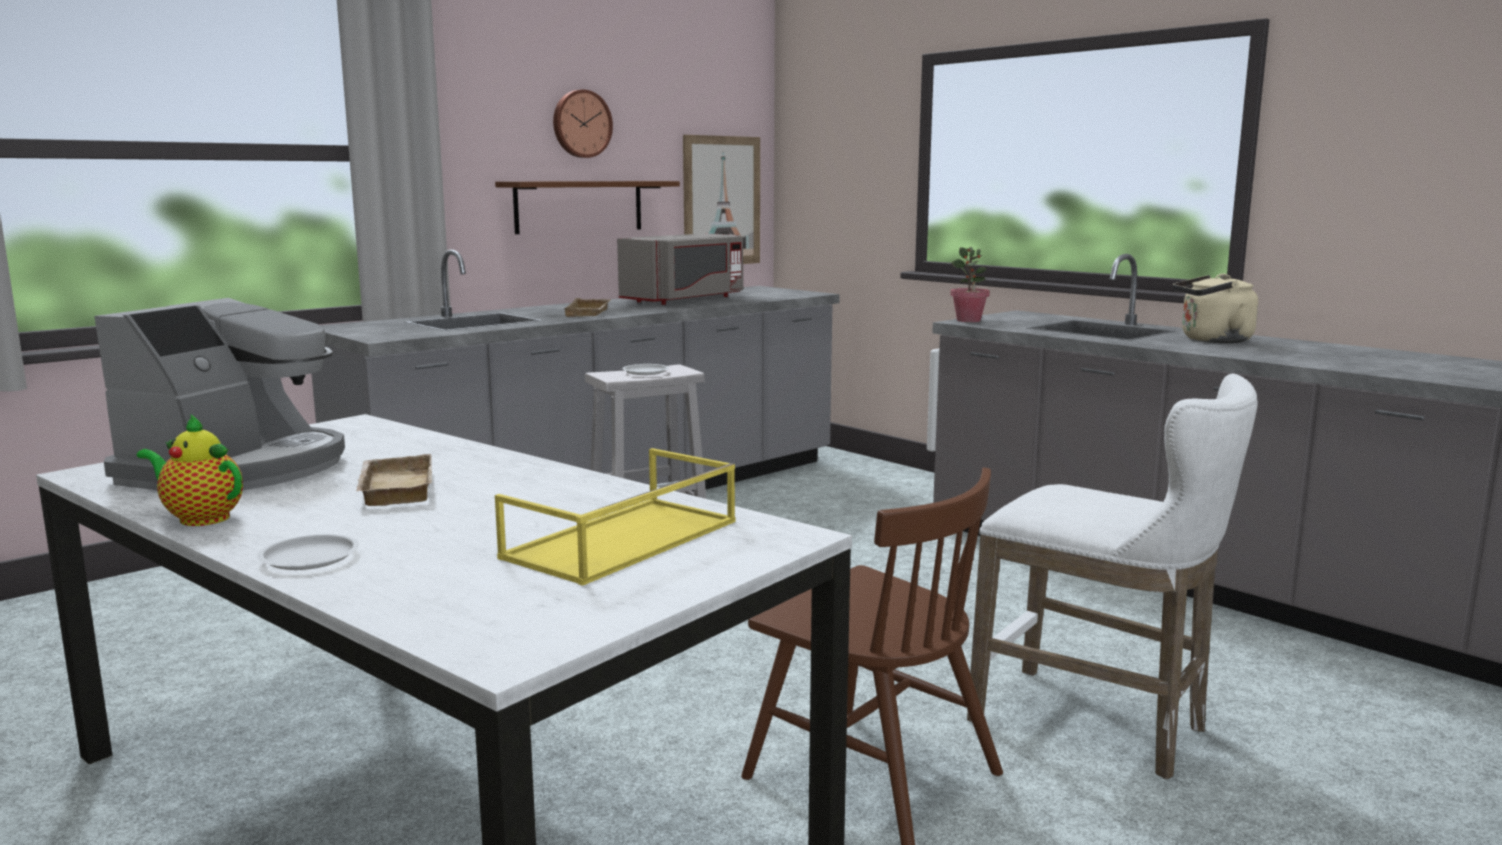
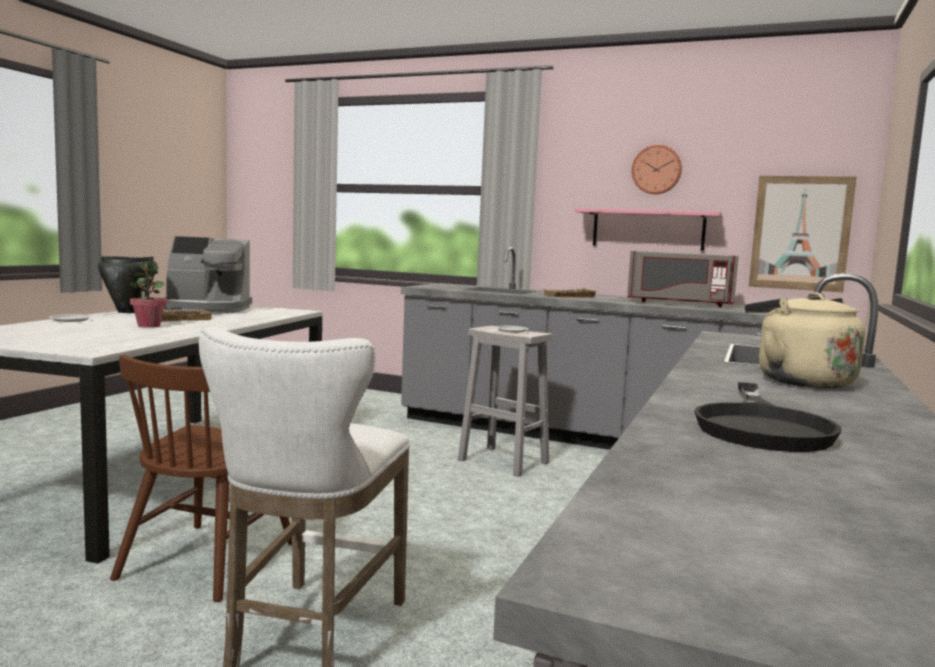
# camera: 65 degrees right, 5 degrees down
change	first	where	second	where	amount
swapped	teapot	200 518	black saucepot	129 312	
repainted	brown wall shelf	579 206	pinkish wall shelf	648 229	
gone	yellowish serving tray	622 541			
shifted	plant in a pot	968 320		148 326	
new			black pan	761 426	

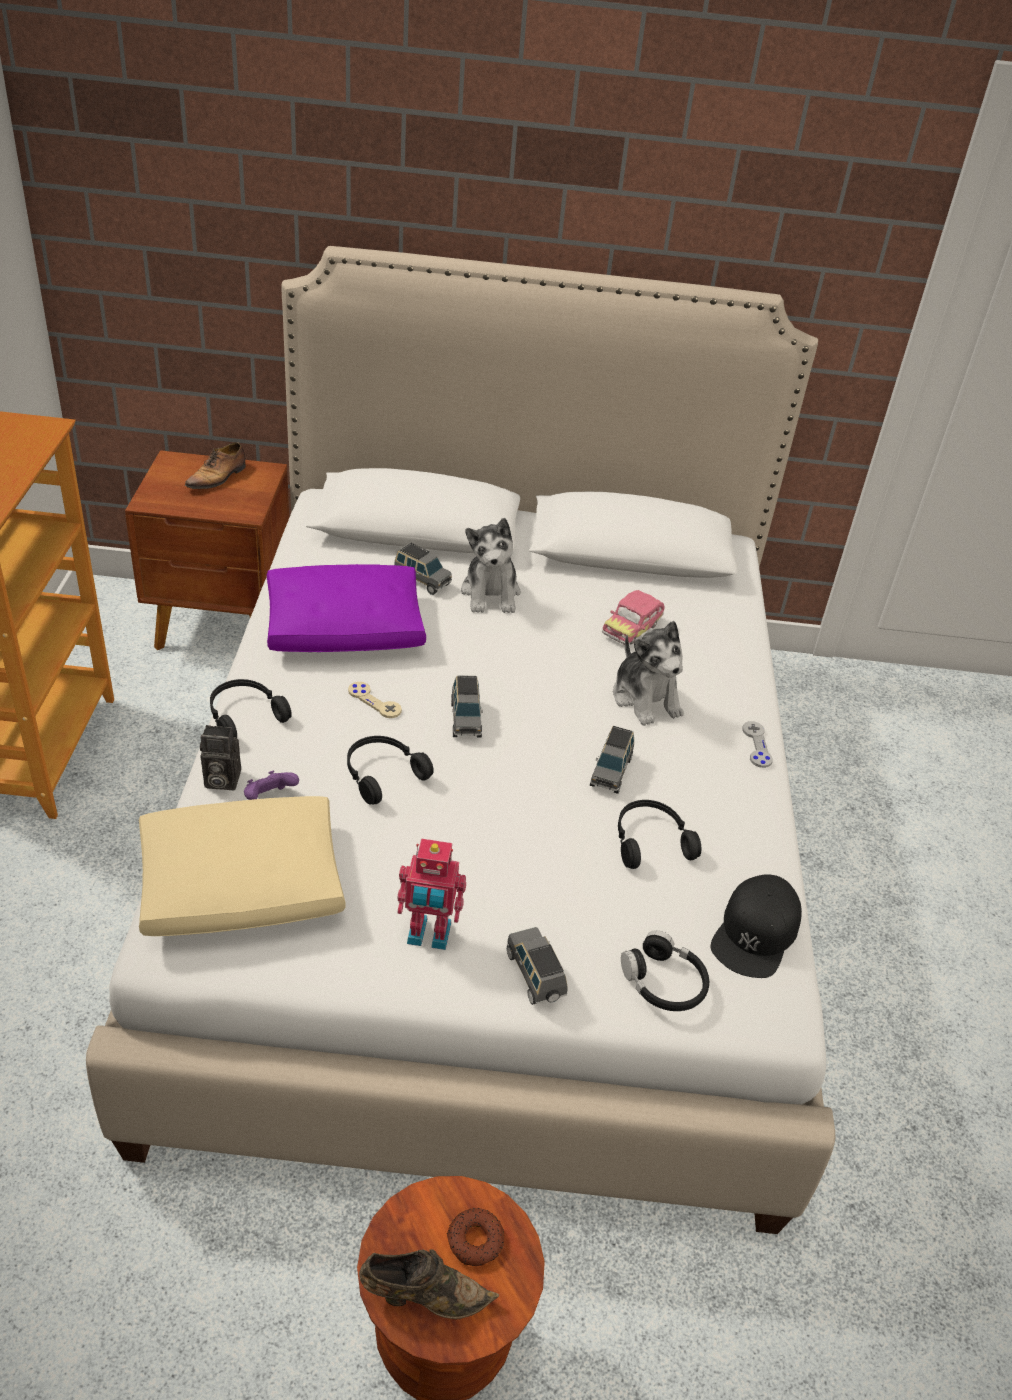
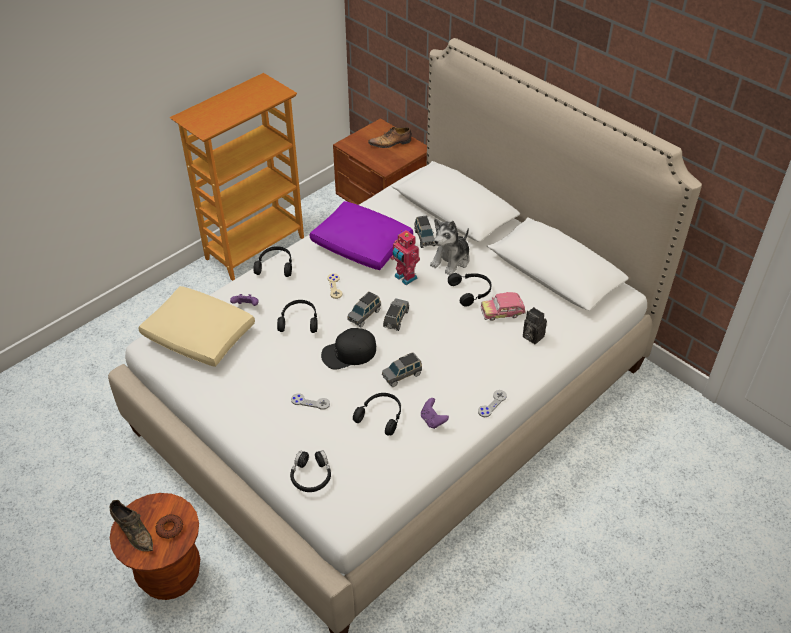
# camera: 45 degrees right, 5 degrees up
change	first	where	second	where	amount
shifted	photo camera	220 780		531 336	
shifted	toy robot	428 936		404 278	
shifted	greyish model car	535 976		396 319	
gone	cuddly toy	646 698			
shifted	black cap	755 933		349 353	
new			greyish gamepad	310 402	
new			purple gamepad	432 420	
new			black headset	471 291	

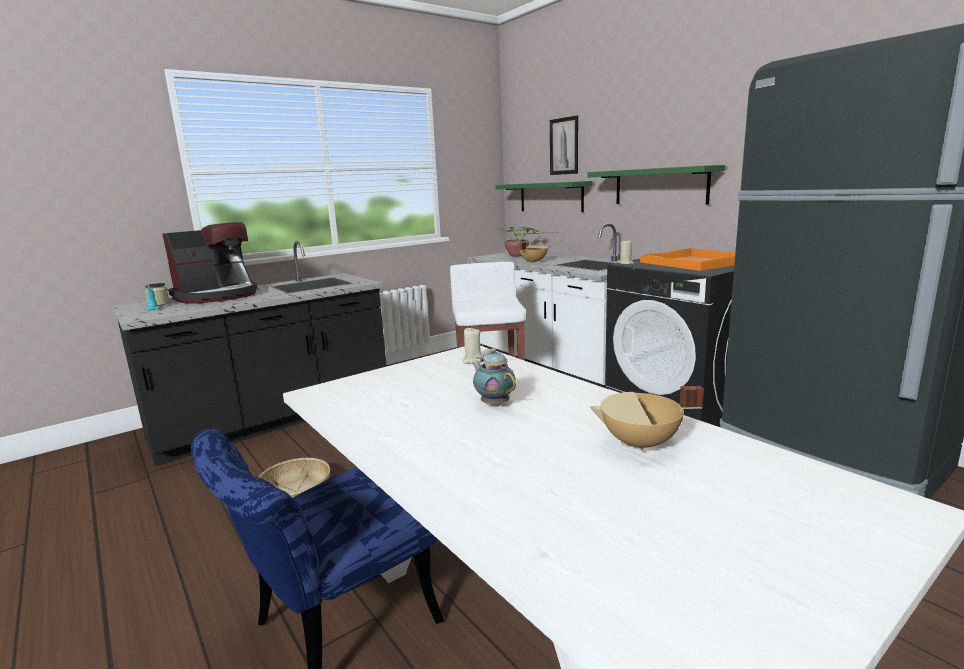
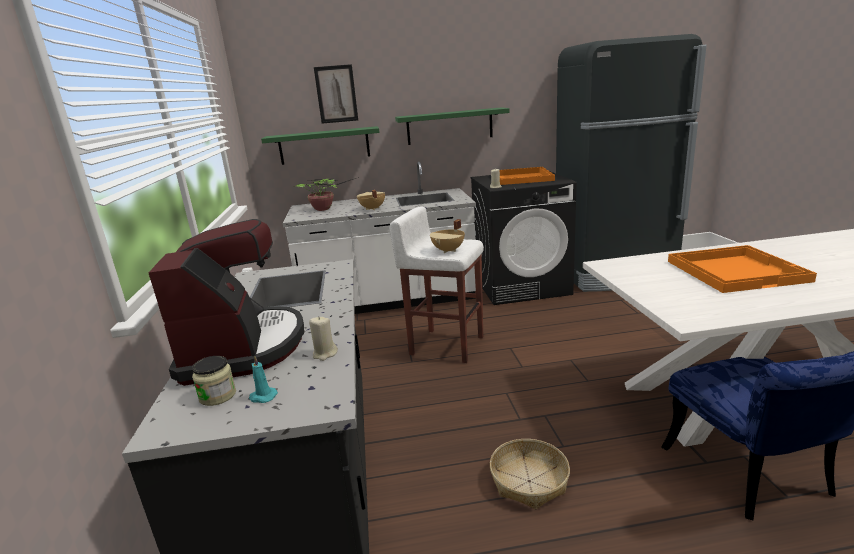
# camera: 60 degrees left, 5 degrees up
change	first	where	second	where	amount
shifted	beige wax candle	472 361		324 354	
swapped	teapot	494 404	orange serving tray	736 270	
shifted	beige saucepot	641 444		449 250	

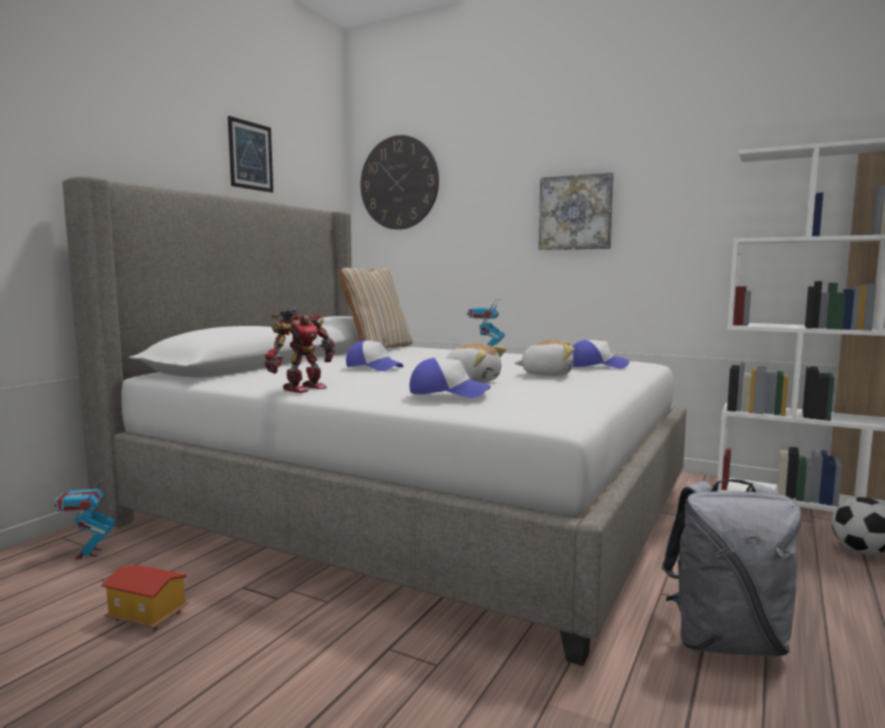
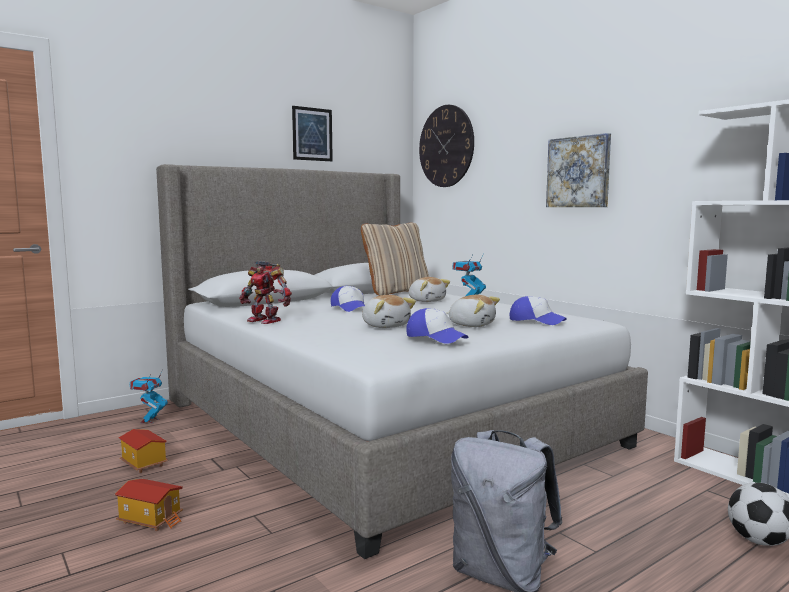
# camera: 25 degrees right, 0 degrees up
change	first	where	second	where	amount
rotated	toy robot	302 388		265 320	60 degrees clockwise
shifted	cap	448 393		436 337	
new			miniature house	151 520	
new			cuddly toy	427 301	

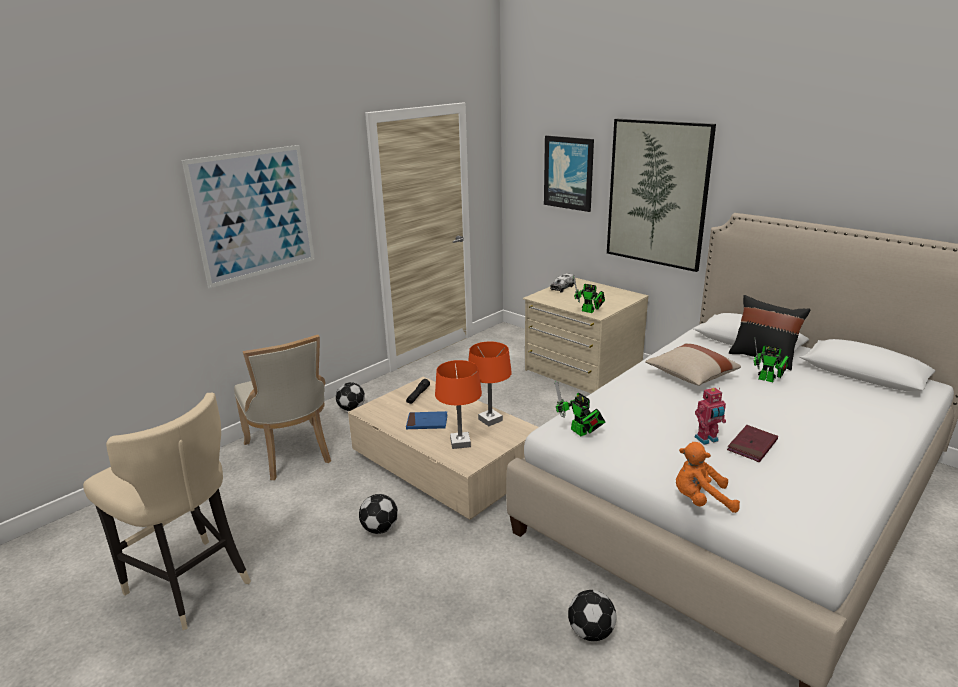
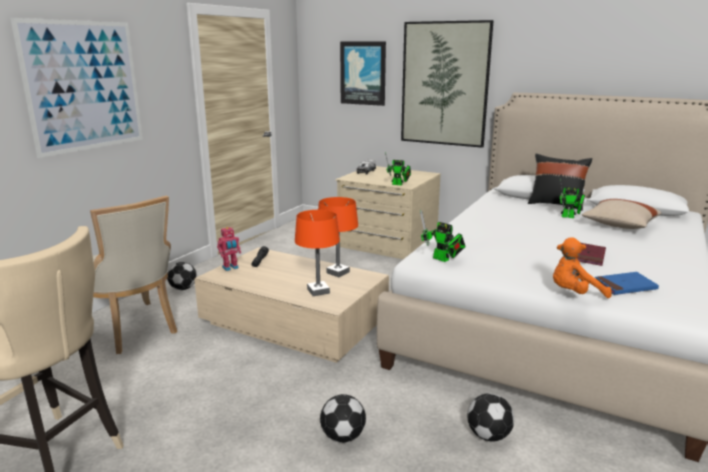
# camera: 15 degrees left, 5 degrees down
change	first	where	second	where	amount
shifted	football ball	379 528		342 436	
shifted	bluish volume	427 422		625 286	
shifted	beige pillow	690 376		619 226	
shifted	toy robot	707 439		230 268	

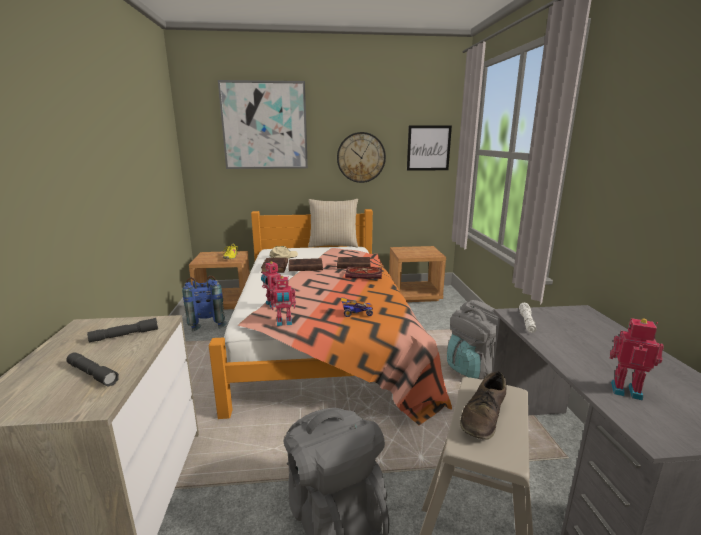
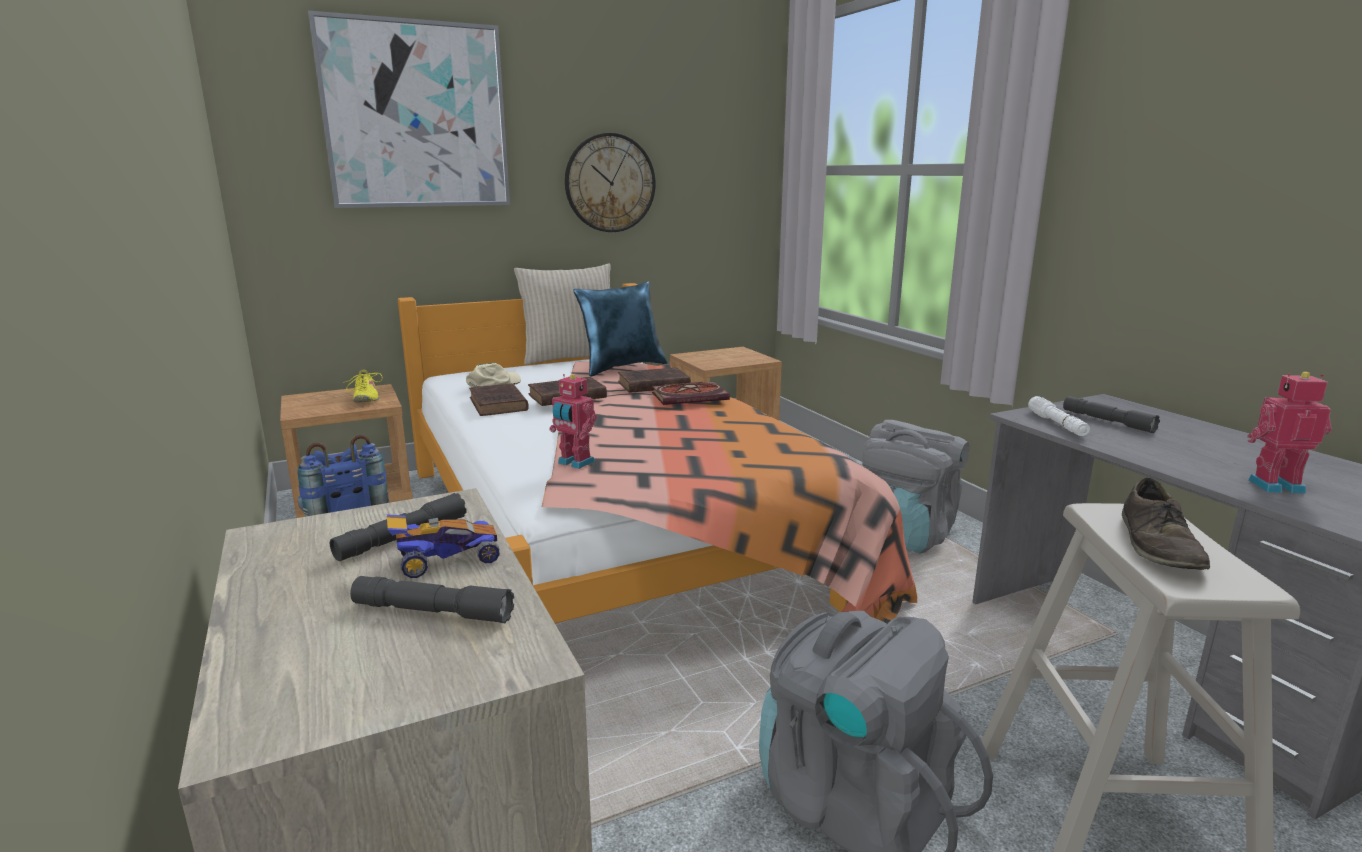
# camera: 20 degrees left, 0 degrees up
change	first	where	second	where	amount
gone	toy robot	284 323			
shifted	model car	356 313		446 560	
gone	picture	428 148			
new			bluish pillow	622 367	
new			greyish hand torch	1107 421	

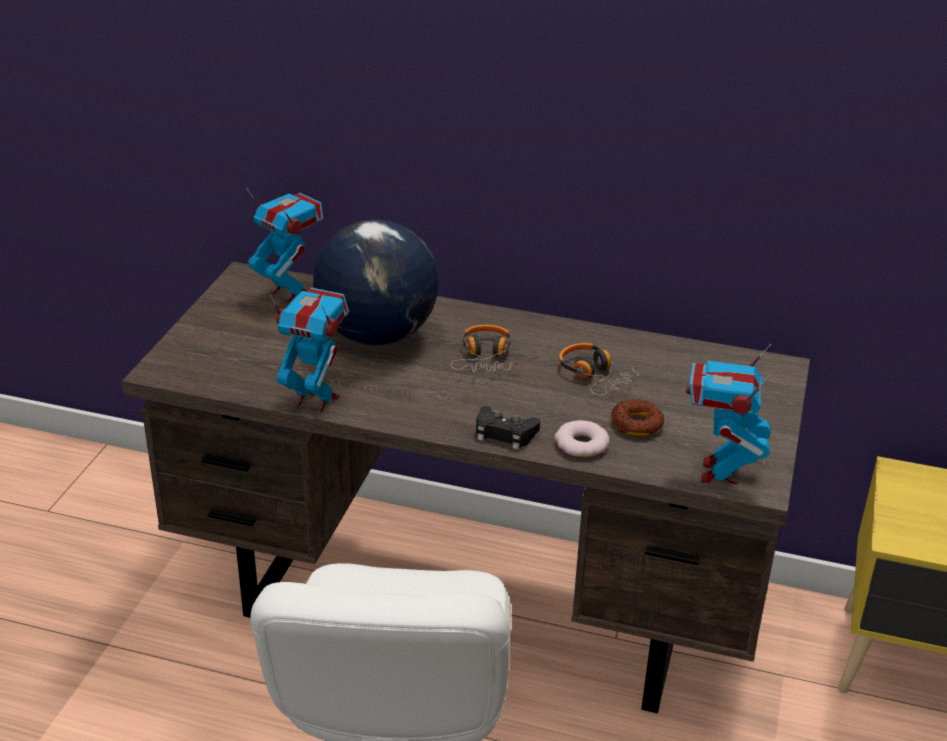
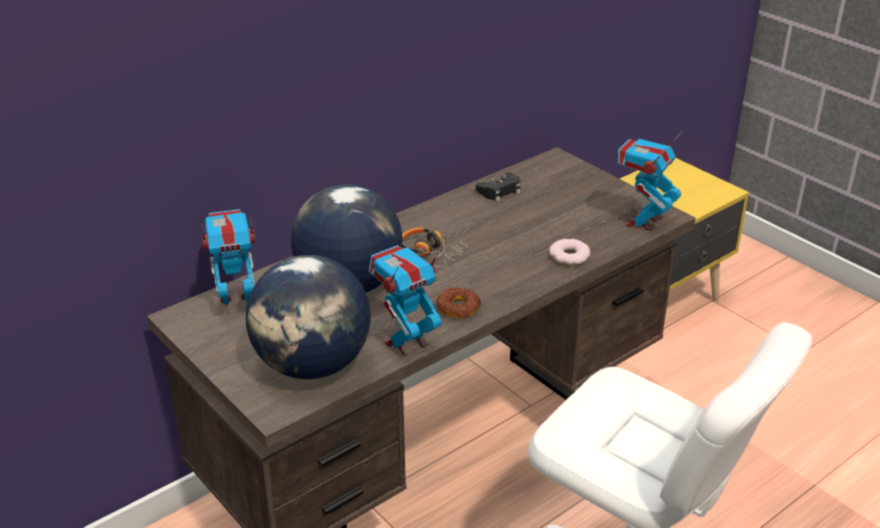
# camera: 55 degrees left, 0 degrees up
change	first	where	second	where	amount
shifted	black gamepad	504 433		500 191	
gone	headset	595 376			
shifted	doughnut	637 424		458 307	
rotated	toy robot	719 473		642 222	75 degrees clockwise
new			desk globe	313 365	

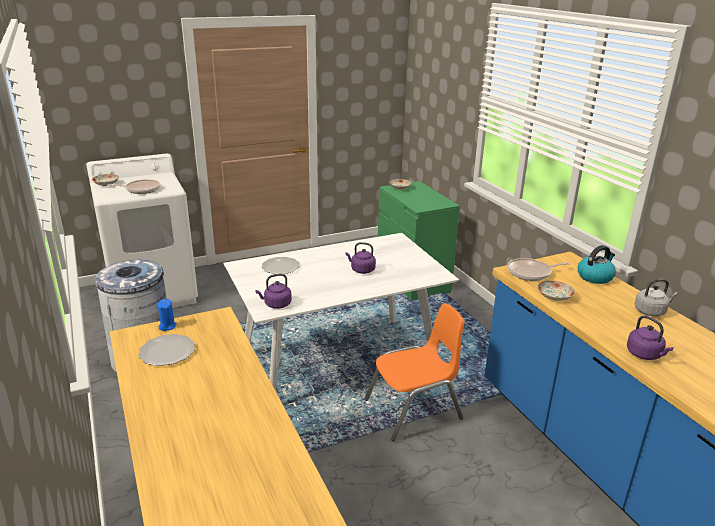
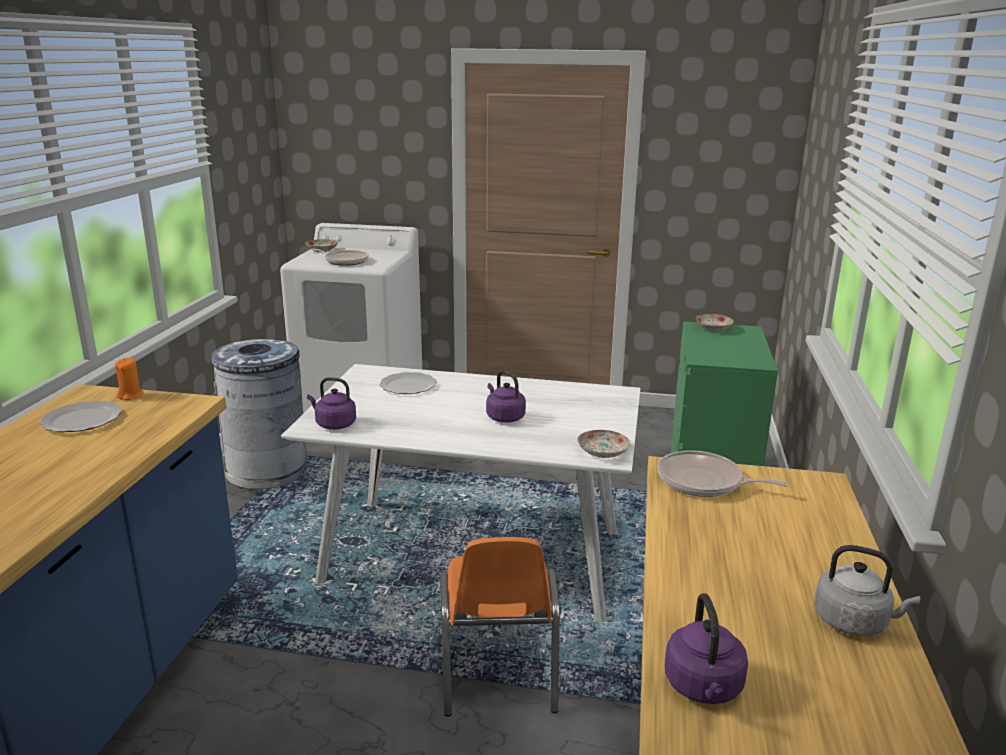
# camera: 35 degrees right, 5 degrees down
change	first	where	second	where	amount
repainted	bluish wax candle	167 326	orange wax candle	131 395	
rotated	orange plain chair	414 410		497 666	75 degrees clockwise
shifted	plate	554 296		603 452	
gone	kettle	595 277			

